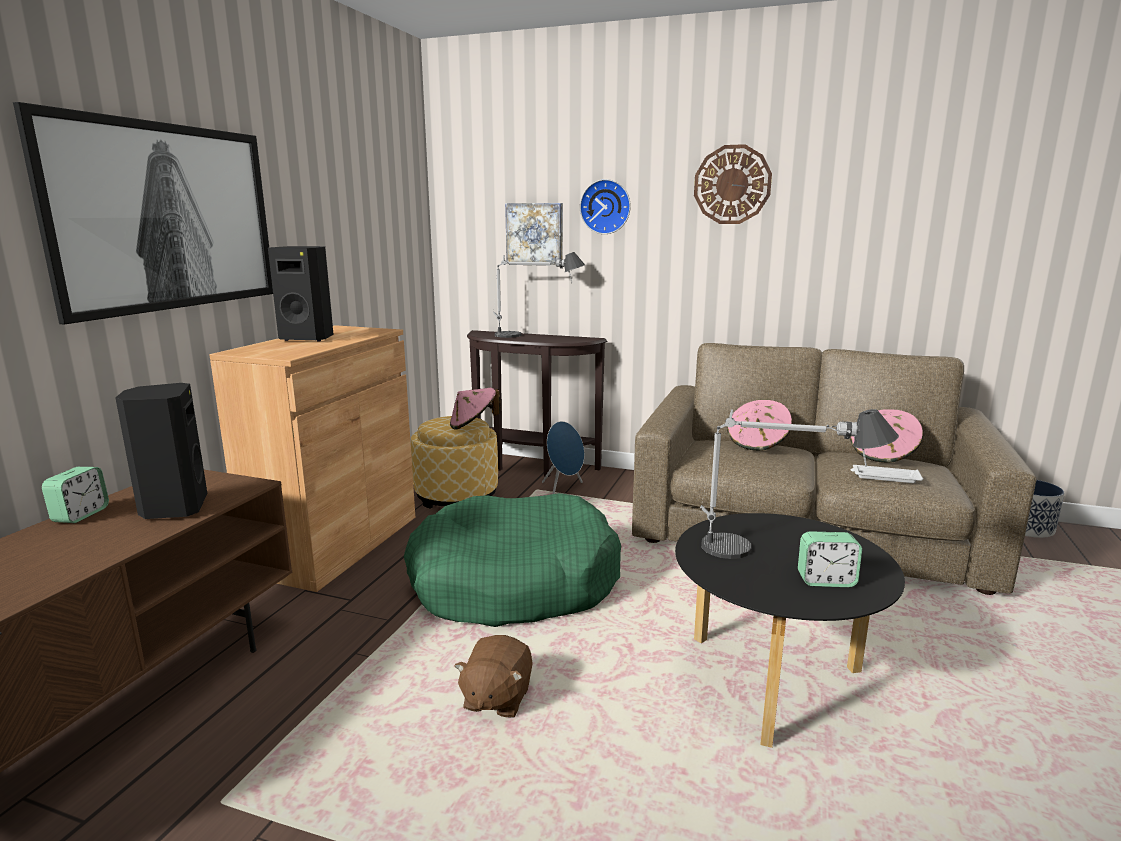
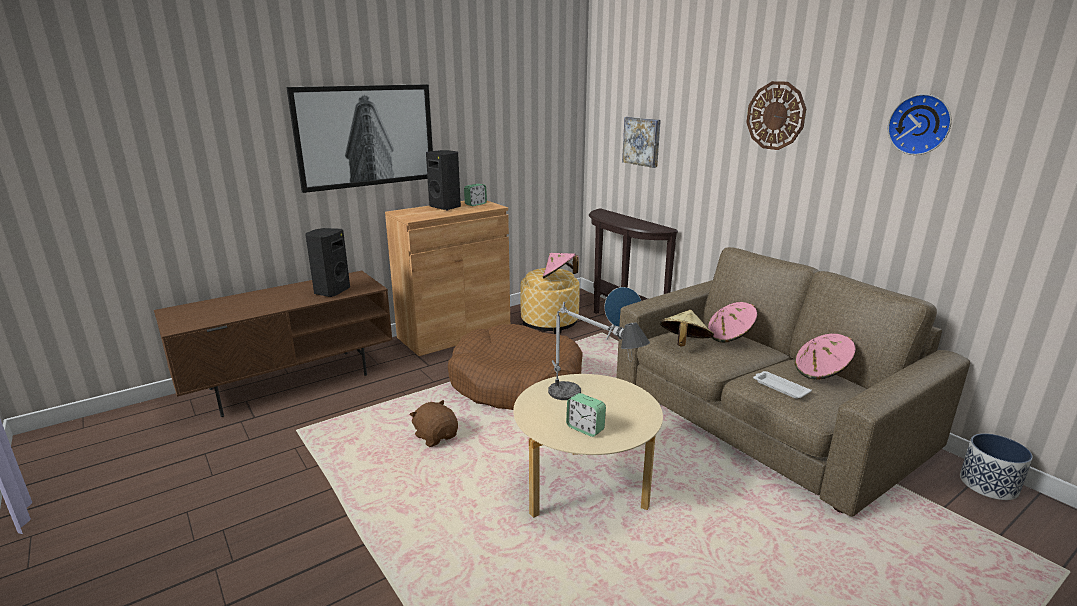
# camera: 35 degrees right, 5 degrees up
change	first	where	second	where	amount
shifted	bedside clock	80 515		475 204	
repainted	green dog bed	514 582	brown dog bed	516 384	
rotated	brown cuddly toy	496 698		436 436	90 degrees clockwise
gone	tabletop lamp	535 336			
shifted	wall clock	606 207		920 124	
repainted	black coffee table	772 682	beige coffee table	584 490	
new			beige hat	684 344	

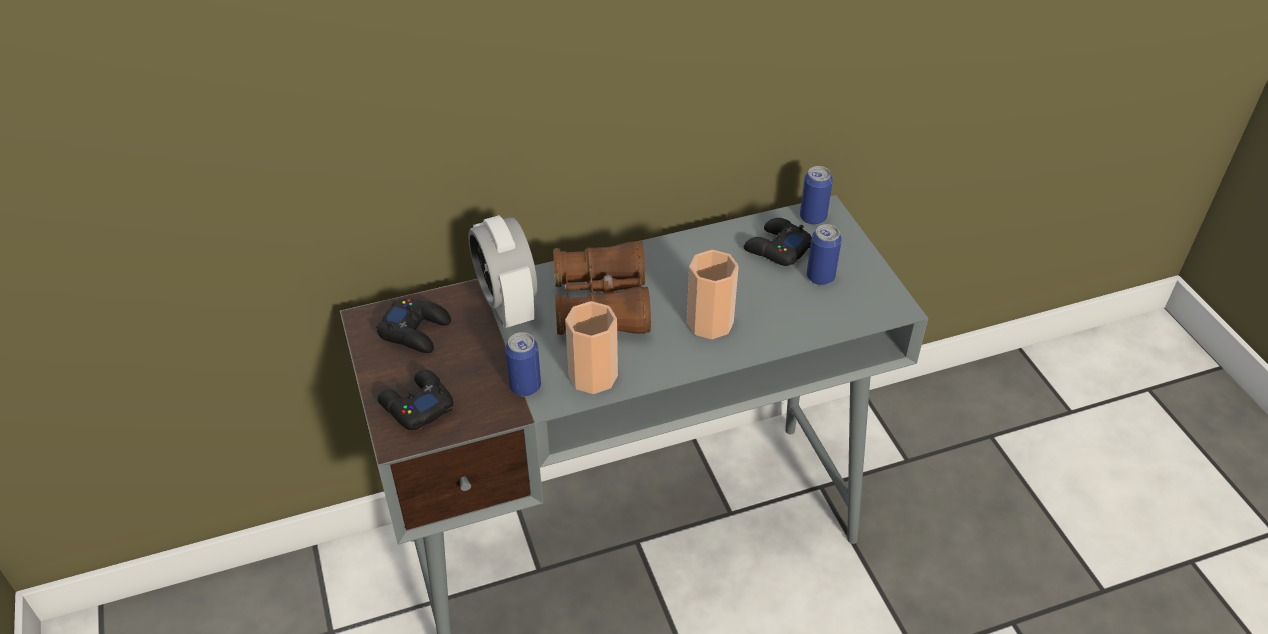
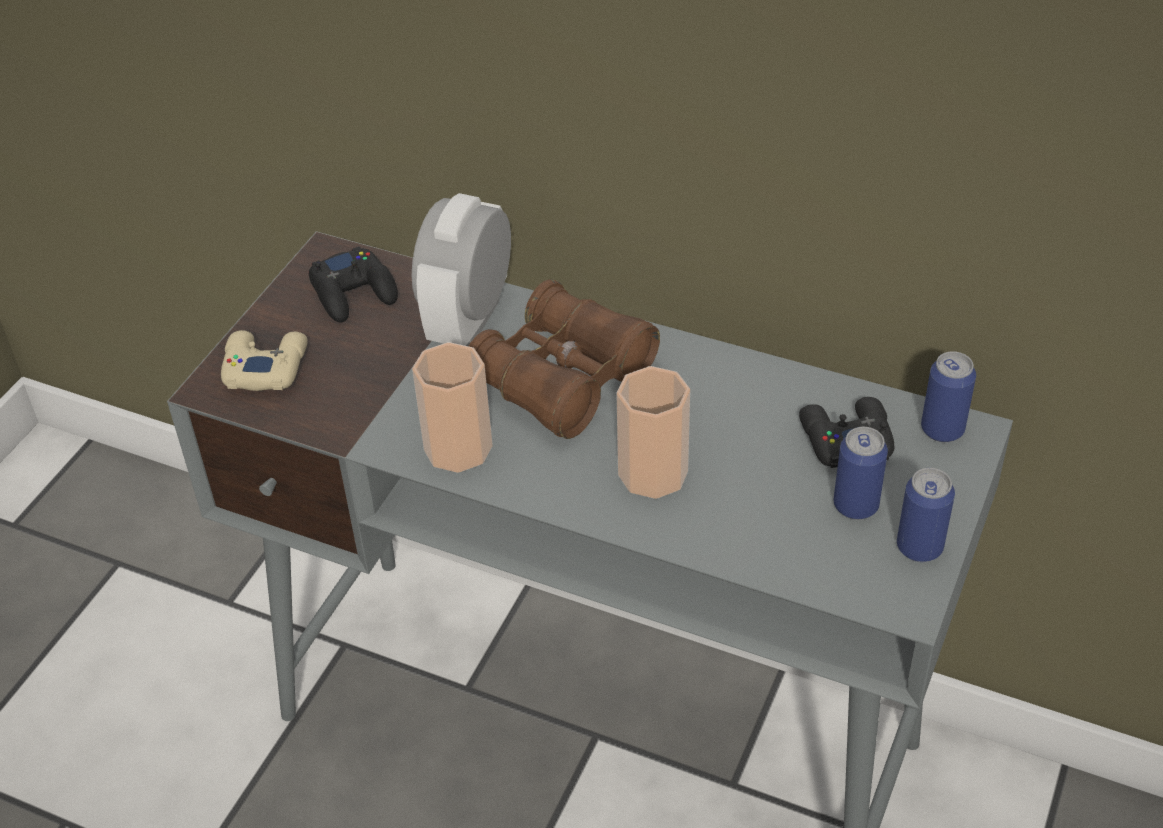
# camera: 45 degrees right, 0 degrees up
change	first	where	second	where	amount
repainted	black gamepad	416 405	beige gamepad	265 367	
shifted	sealed can	525 386		919 547	

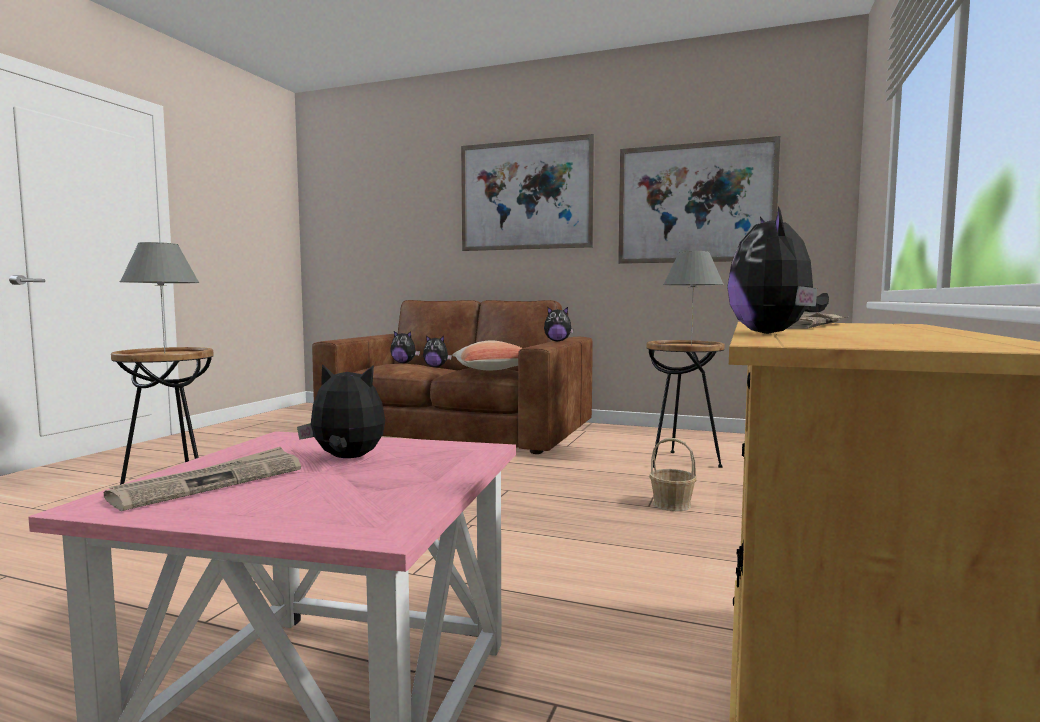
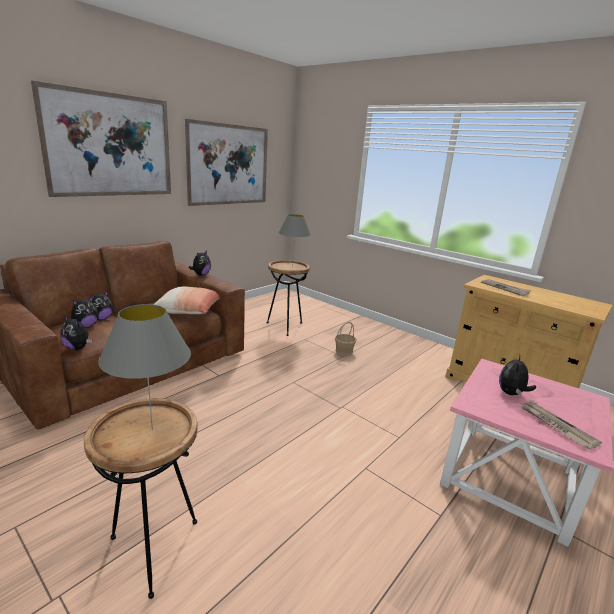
# camera: 70 degrees left, 15 degrees up
change	first	where	second	where	amount
shifted	cuddly toy	773 333		78 348	

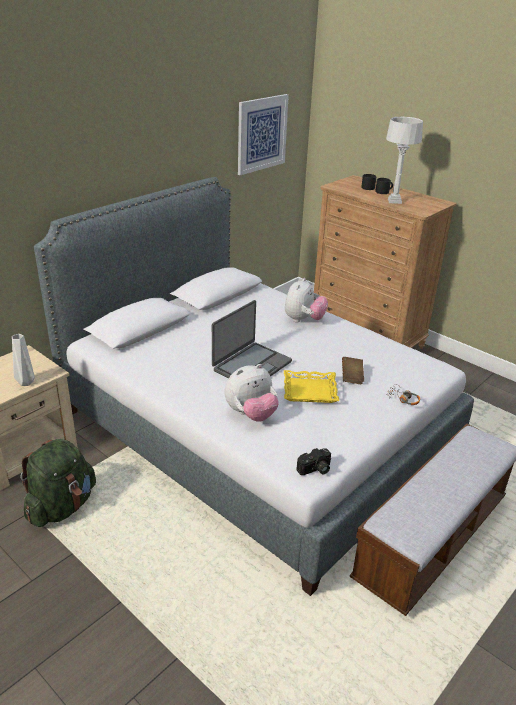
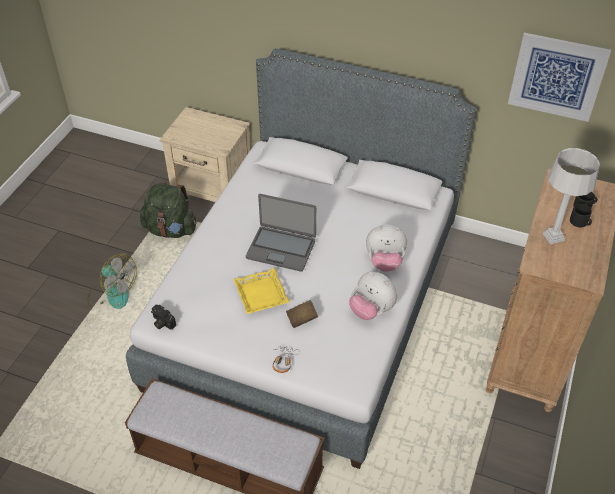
# camera: 70 degrees right, 15 degrees up
change	first	where	second	where	amount
gone	greyish decorative vase	27 382			
shifted	cuddly toy	251 414		371 310	
new			cooling fan	112 293	

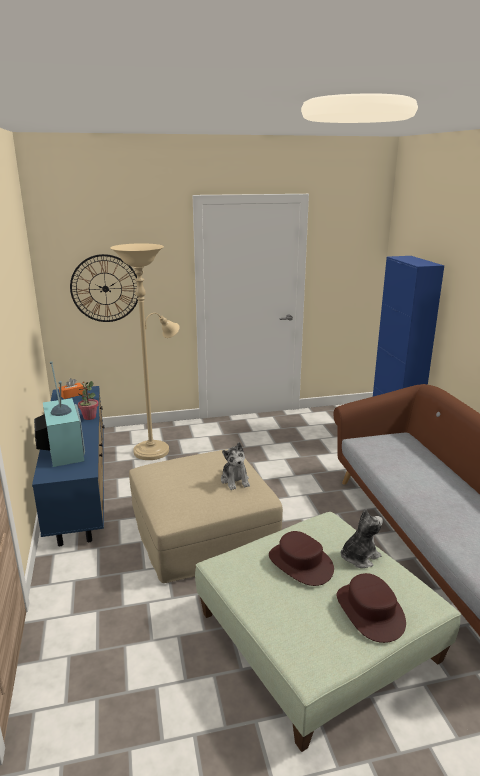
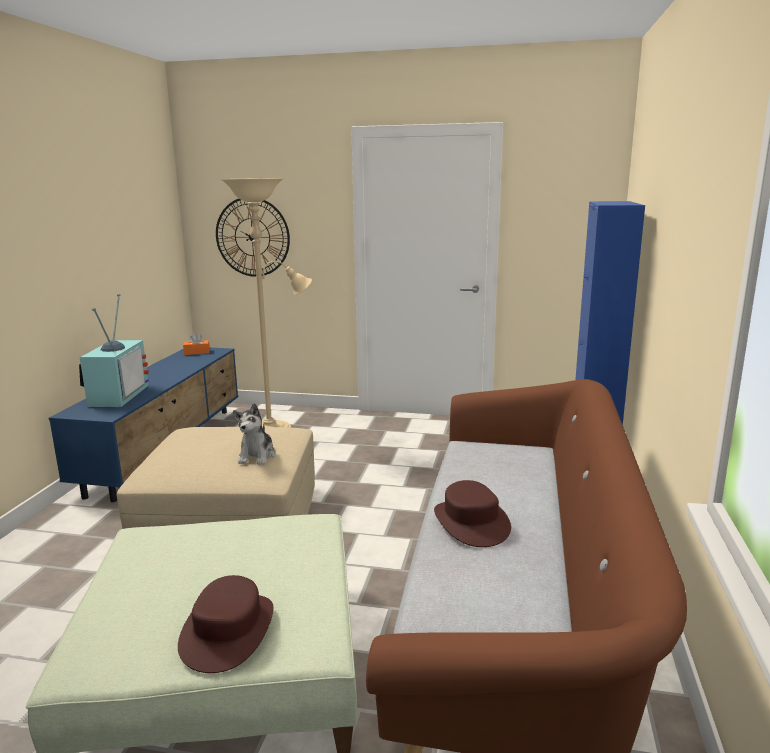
# camera: 25 degrees right, 5 degrees down
change	first	where	second	where	amount
gone	plant in a pot	89 417			
shifted	brown hat	300 563		470 522	
gone	cuddly toy	359 557			

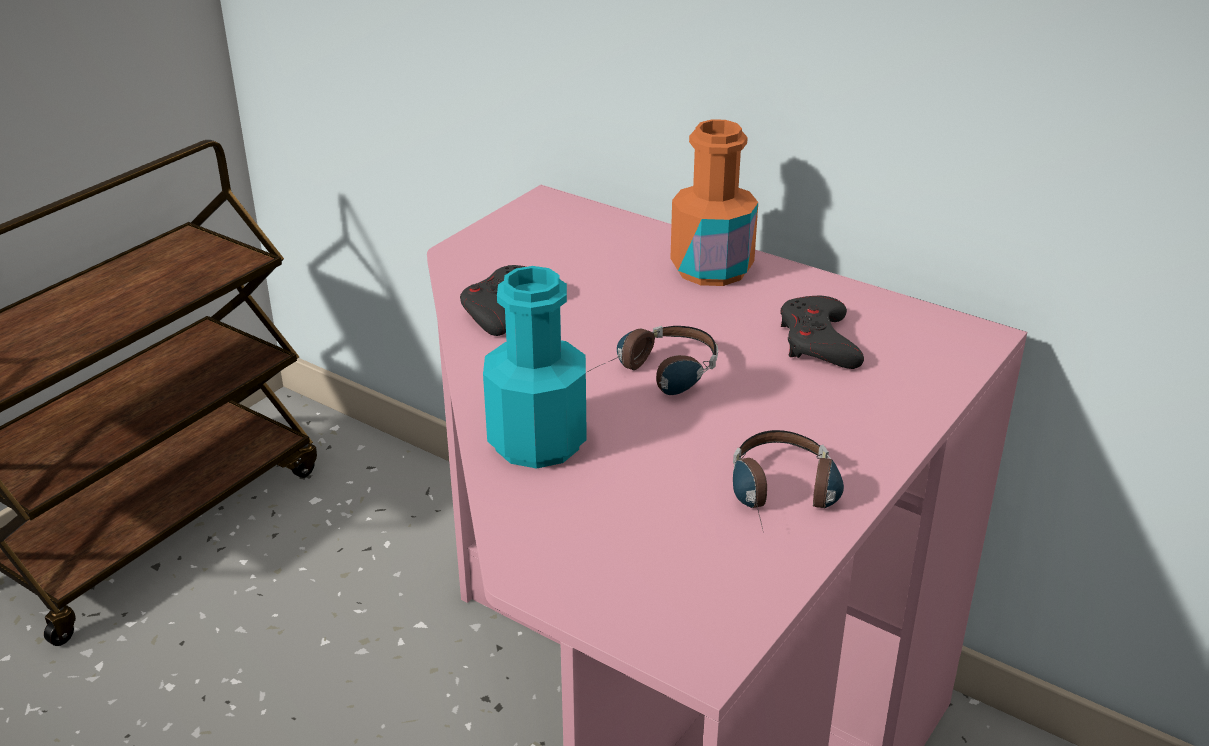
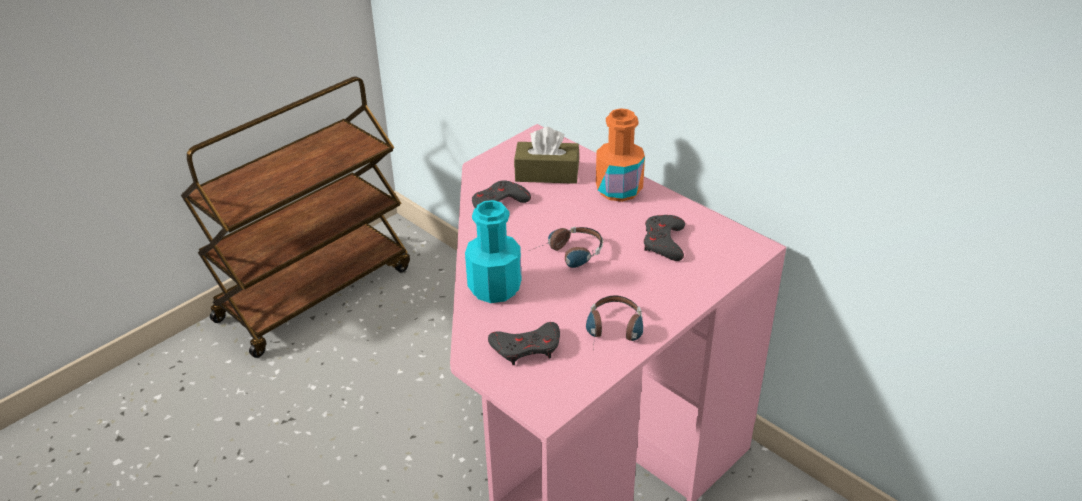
# camera: 10 degrees right, 5 degrees up
change	first	where	second	where	amount
new			greyish gamepad	527 347	
new			brown box of tissues	547 173	

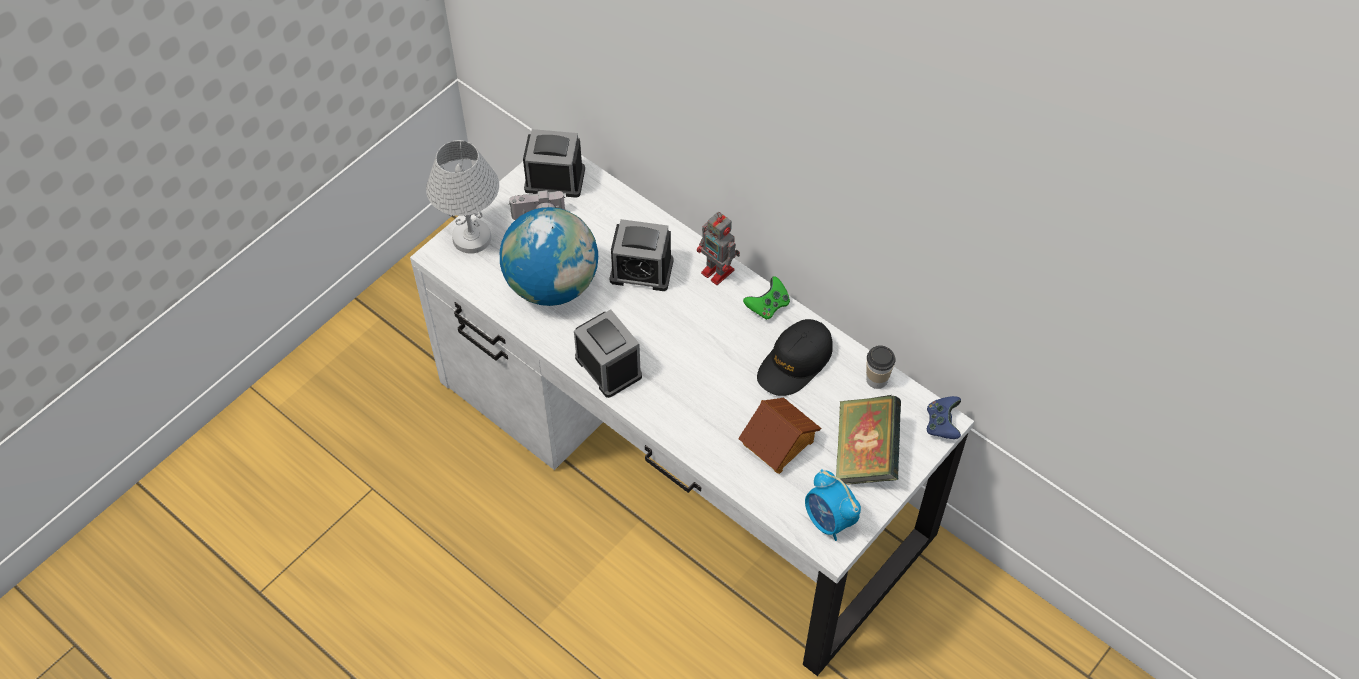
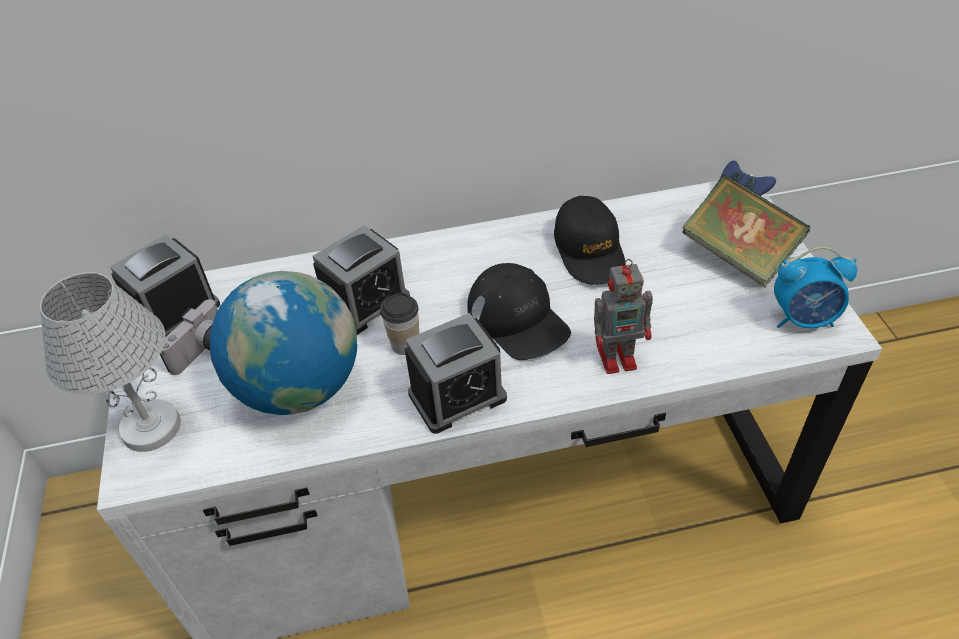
# camera: 50 degrees left, 10 degrees down
change	first	where	second	where	amount
rotated	bedside clock	608 367		457 396	150 degrees clockwise
shifted	toy robot	719 272		619 357	
gone	miniature house	779 443			
gone	green gamepad	767 306			
shifted	small cup	876 379		405 344	
new			black cap	518 319	

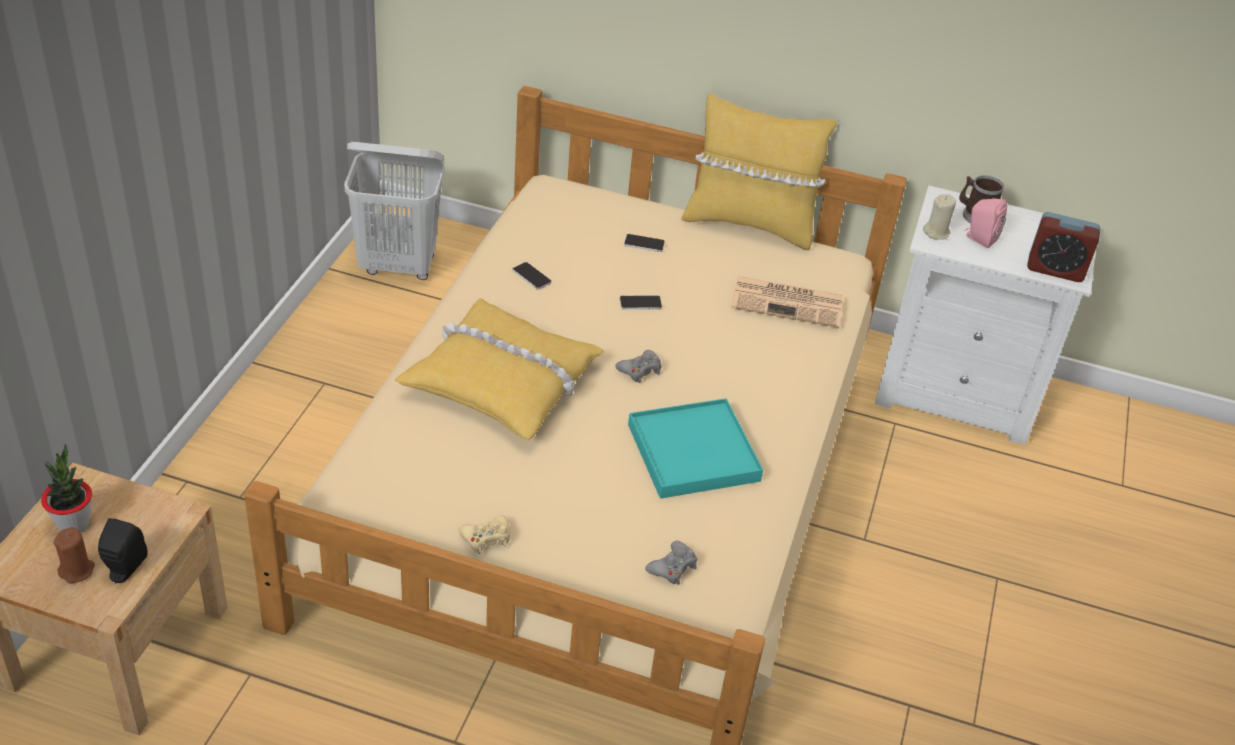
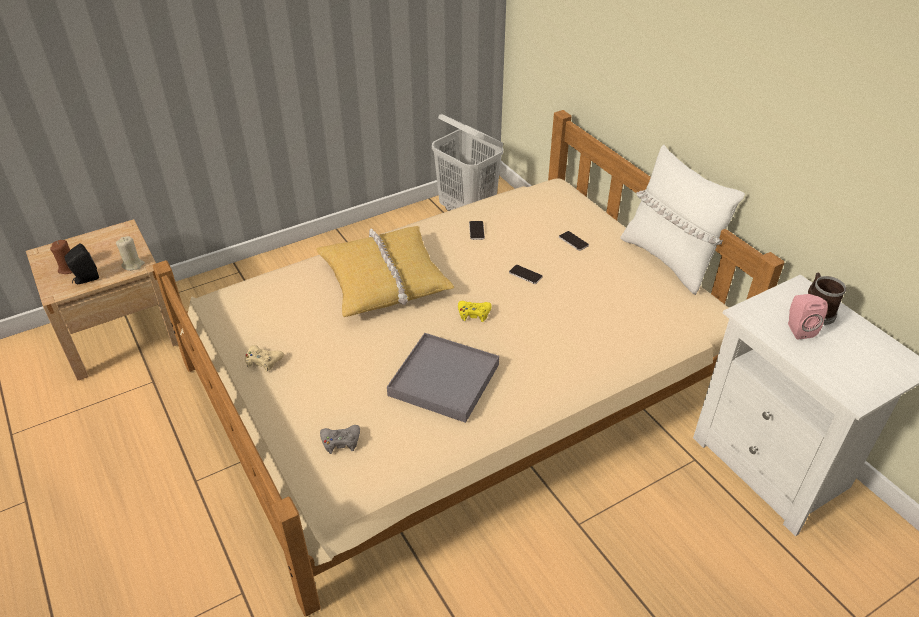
# camera: 45 degrees right, 0 degrees up
change	first	where	second	where	amount
gone	plant in a pot	73 523			
repainted	greyish gamepad	640 370	yellowish gamepad	474 314	
repainted	blue-green serving tray	692 452	greyish serving tray	444 380	
repainted	yellowish pillow	749 224	whitish pillow	668 260	
gone	printed paper	789 302			
shifted	beige wax candle	936 232		133 265	
gone	bedside clock	1055 269			

